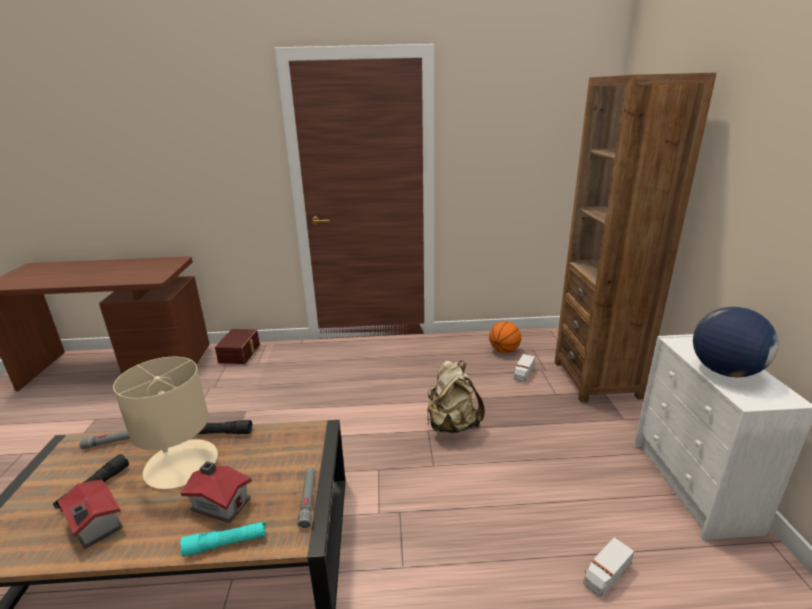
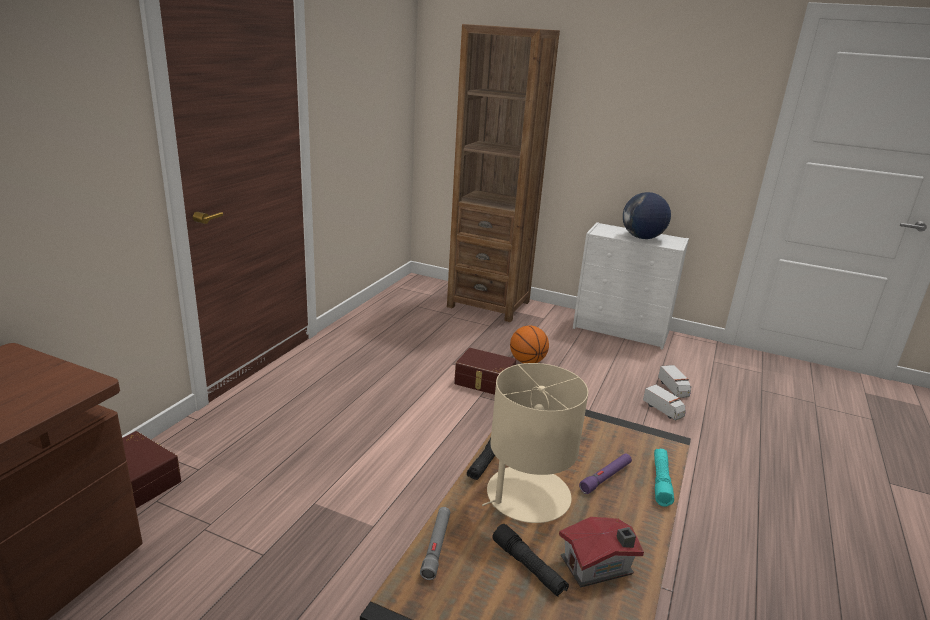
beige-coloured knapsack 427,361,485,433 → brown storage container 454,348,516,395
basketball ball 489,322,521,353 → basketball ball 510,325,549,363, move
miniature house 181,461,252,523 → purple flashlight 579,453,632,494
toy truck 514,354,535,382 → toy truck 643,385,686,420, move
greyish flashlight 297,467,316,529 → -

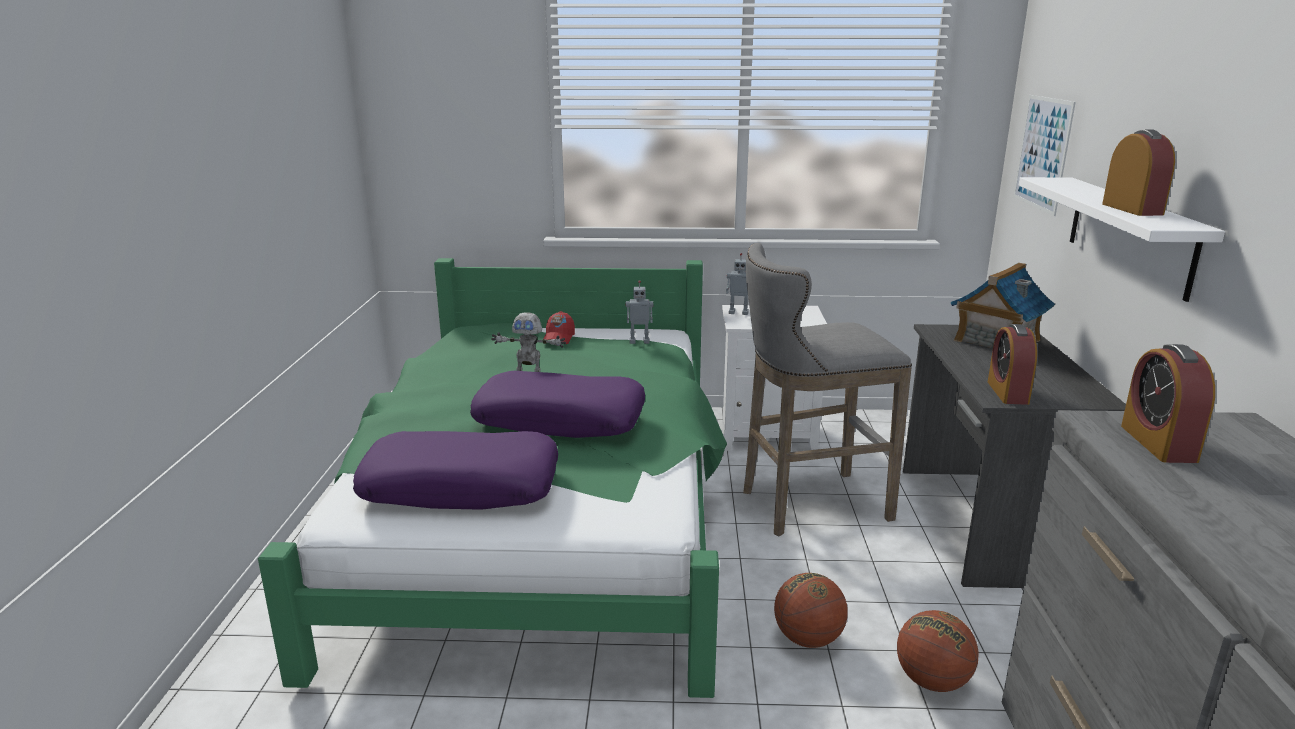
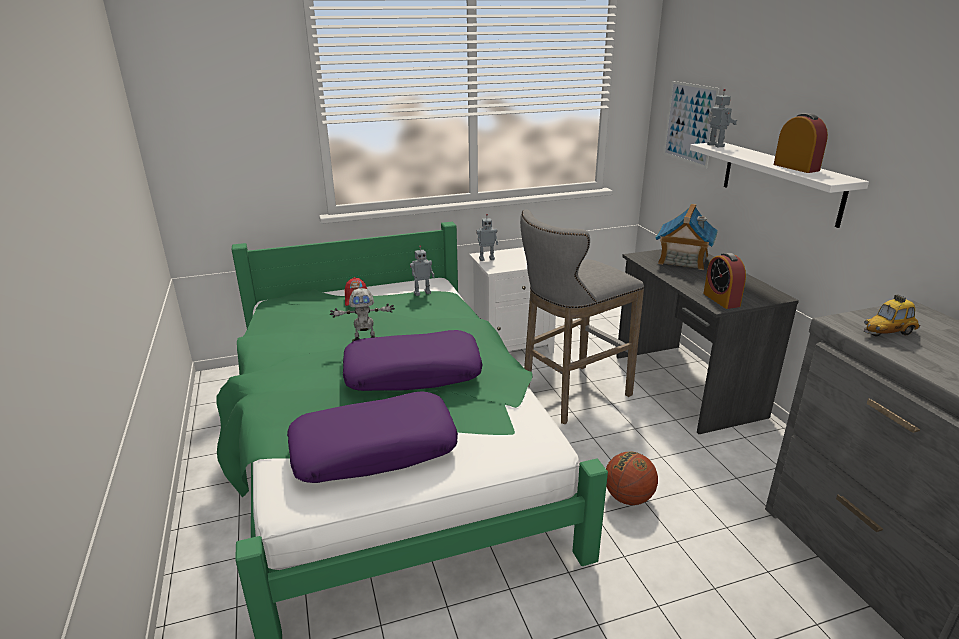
- → toy robot 707,89,737,147
table clock 1121,344,1215,463 → toy car 864,294,921,337
basketball ball 897,610,979,692 → -

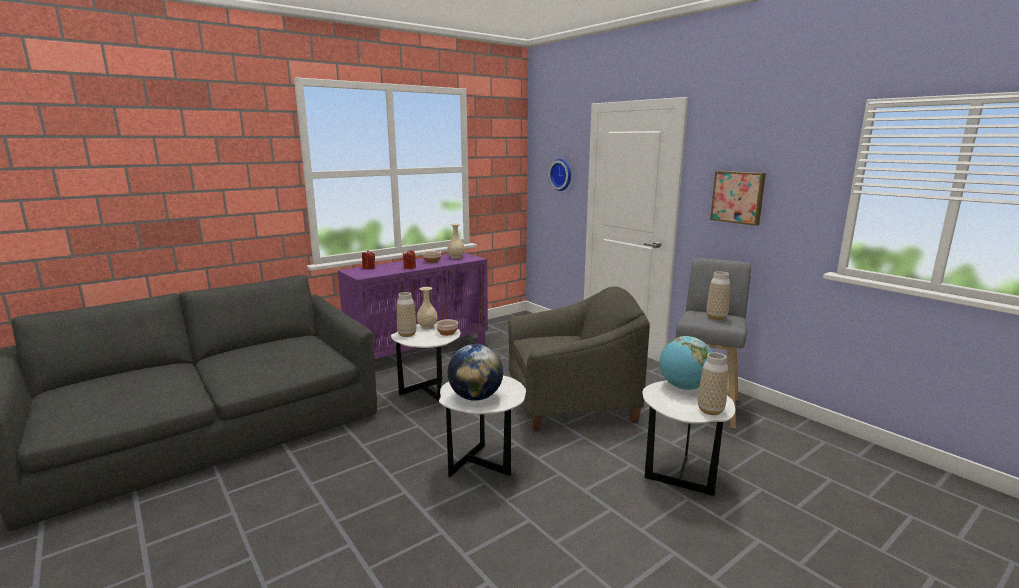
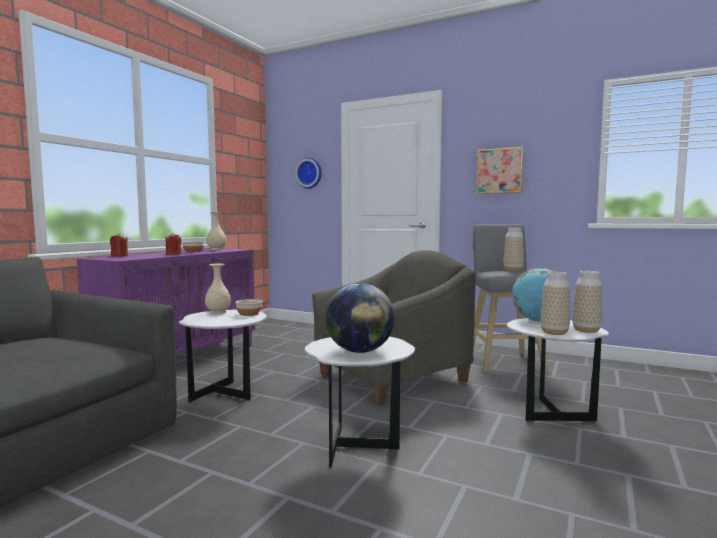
decorative vase 397,292,416,337 → decorative vase 541,272,570,335, move

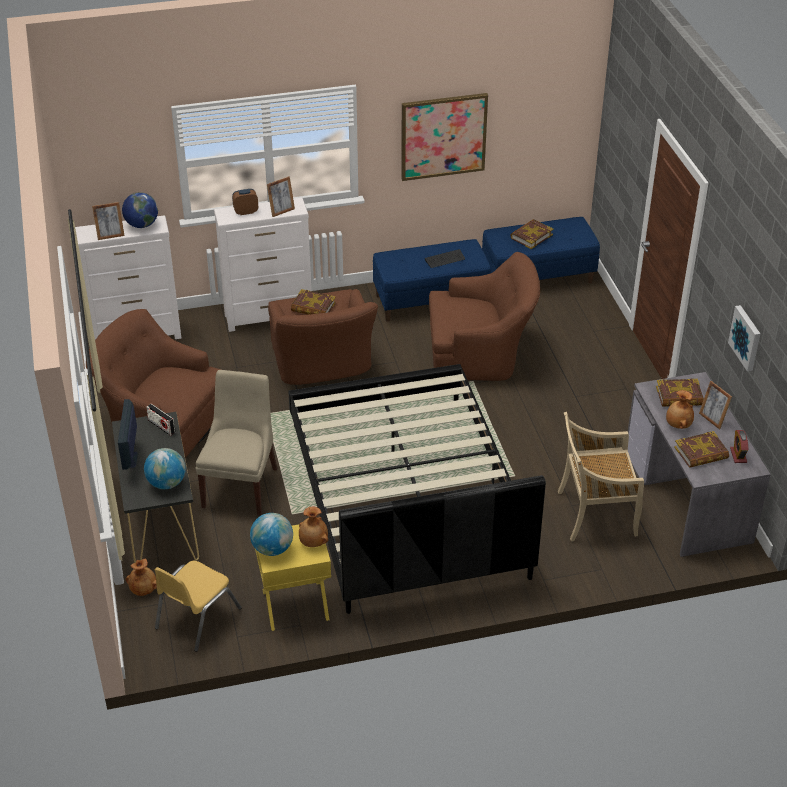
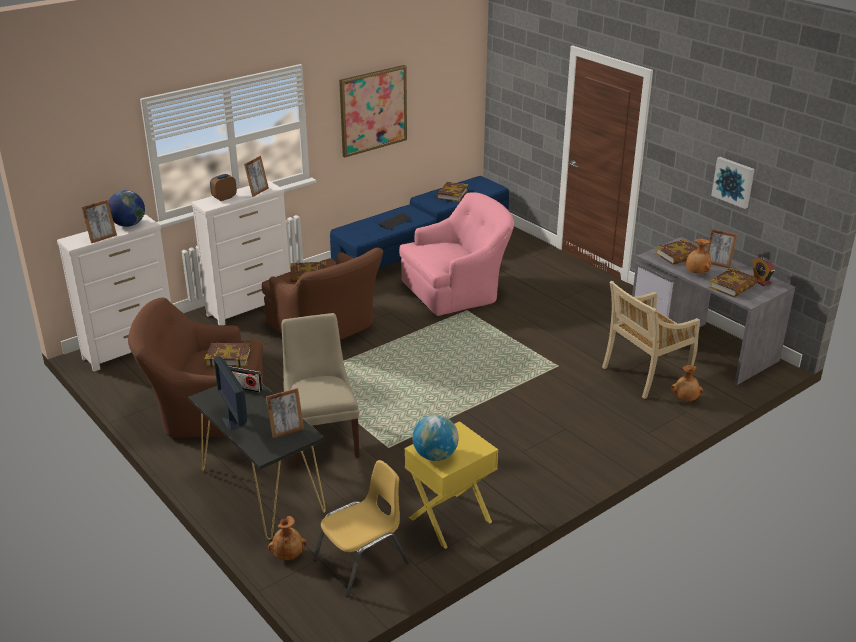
- → book 204,342,252,367
desk globe 144,448,186,489 → standing frame 266,388,304,438
yellow plain chair 155,561,242,652 → yellow plain chair 313,460,409,597, 135 degrees counterclockwise
brown easy chair 429,252,540,381 → pink easy chair 399,192,514,316
brown decorative vase 299,507,328,547 → brown decorative vase 671,365,703,401, move
black bedroom bed 288,364,546,614 → -

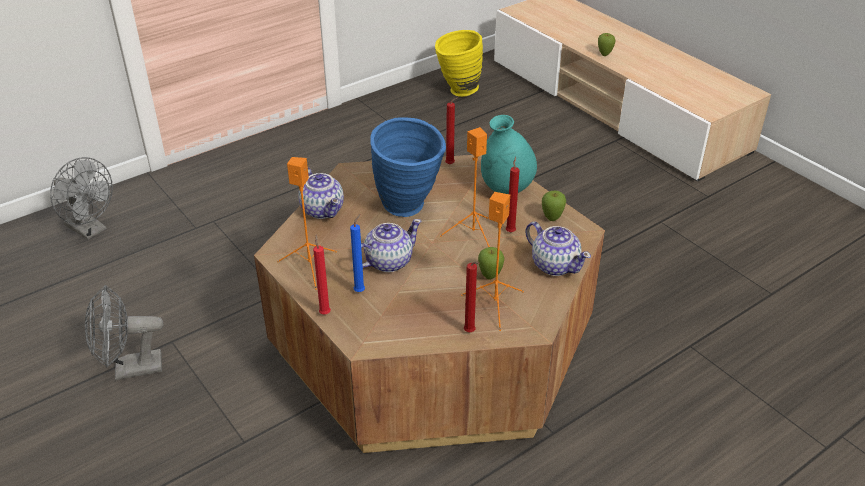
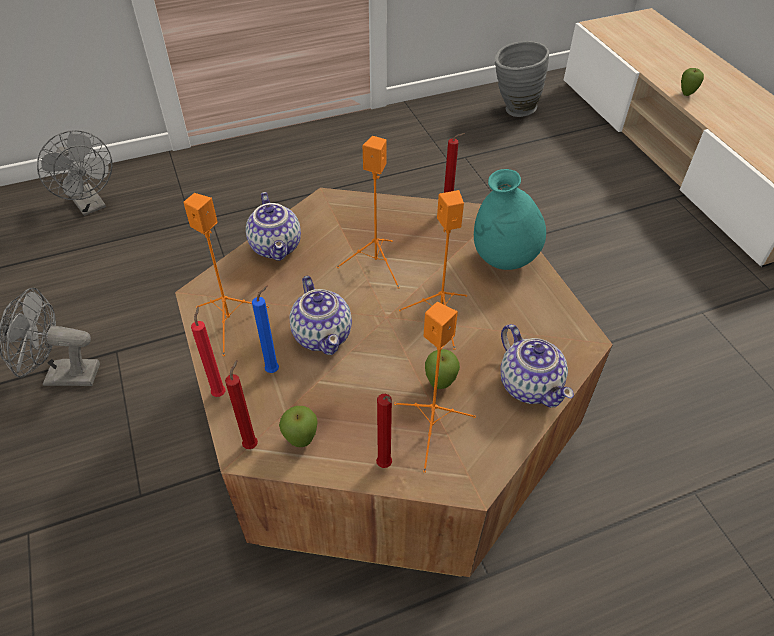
red candle 506,157,519,232 → red candle 225,360,258,449, move
apple fruit 542,191,566,221 → apple fruit 279,406,318,447, move
teapot 361,219,422,272 → teapot 289,276,352,355, 90 degrees clockwise
blue-coloured decorative vase 370,117,446,217 → orange-coloured audio speaker 337,136,400,289
yellow decorative vase 435,30,483,97 → greyish decorative vase 495,41,549,117

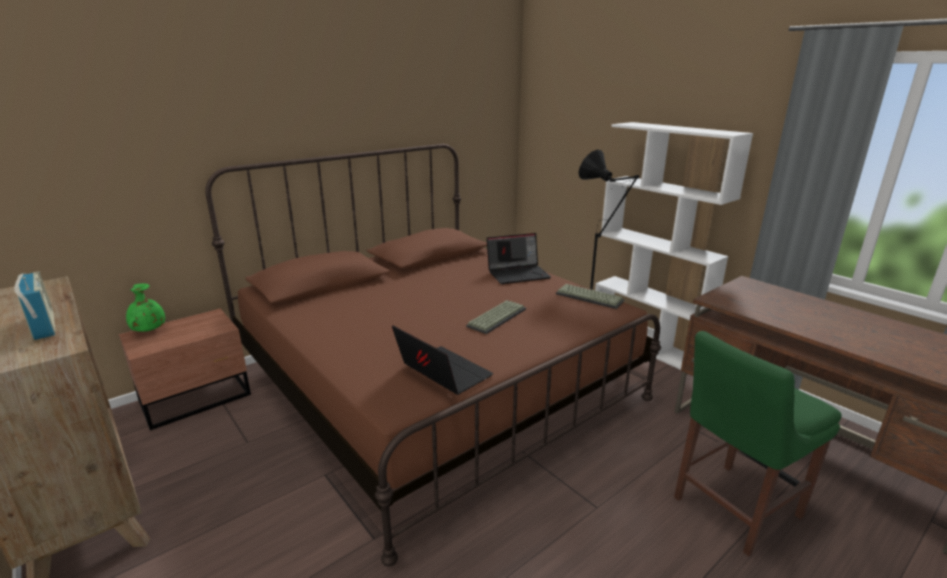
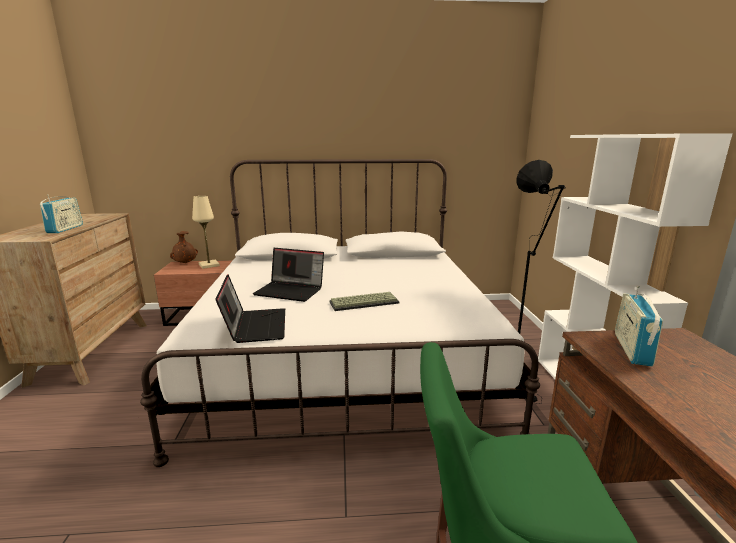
brown bedroom bed 205,144,661,566 → white-coloured bedroom bed 140,159,540,467
green decorative vase 126,284,165,332 → brown decorative vase 170,231,198,263
- → beige-coloured tabletop lamp 192,196,220,269
notebook computer 486,233,551,284 → notebook computer 253,248,324,302, move
- → radio 615,286,663,367
keyboard 556,284,625,309 → -

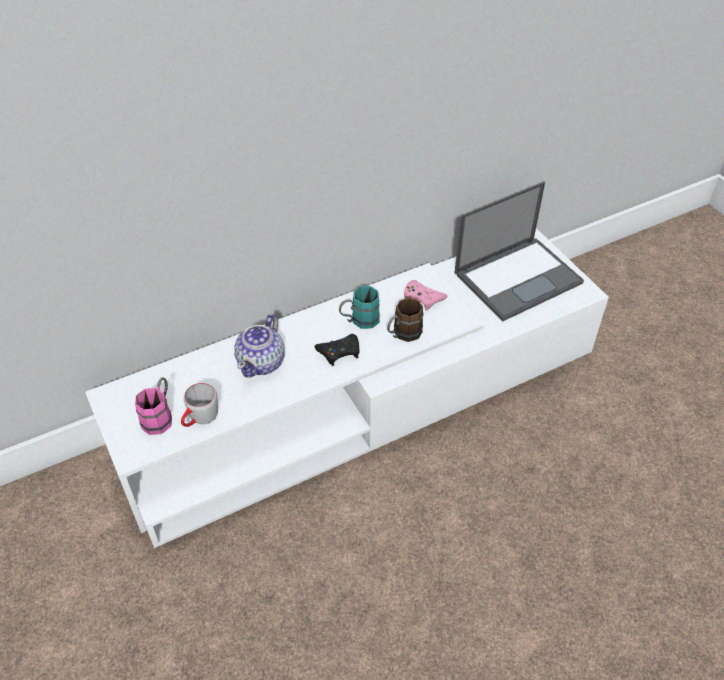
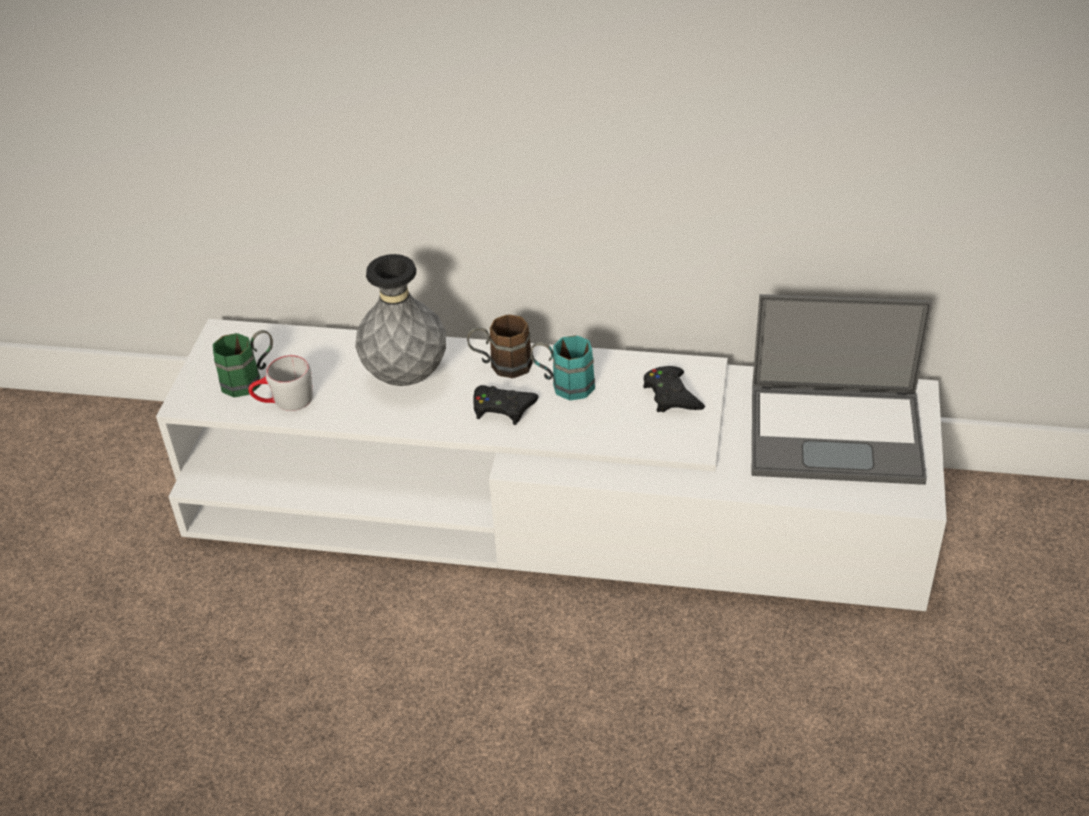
pink coffee mug 135,377,172,435 → green coffee mug 213,330,273,397
teapot 234,314,285,378 → greyish decorative vase 355,254,446,386
brown coffee mug 387,298,424,342 → brown coffee mug 467,314,533,378, move
pink game controller 404,280,448,311 → black game controller 643,366,705,412

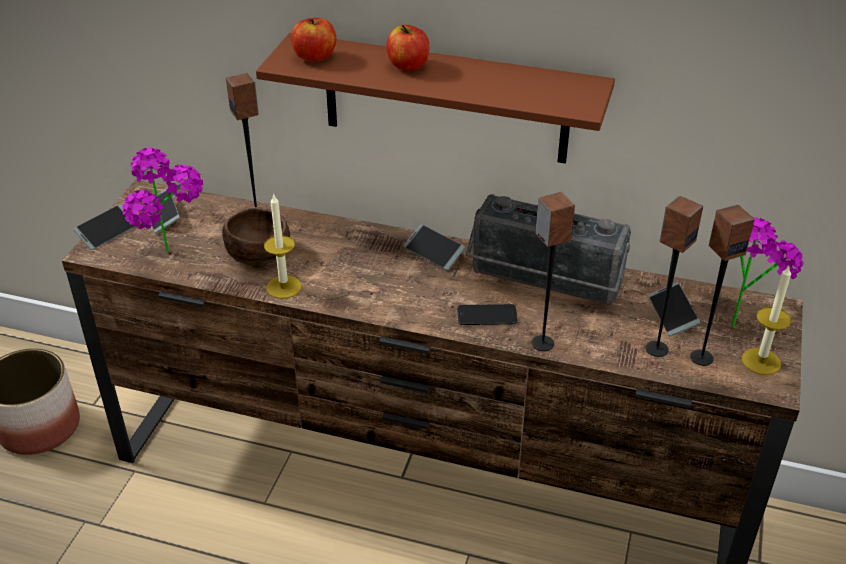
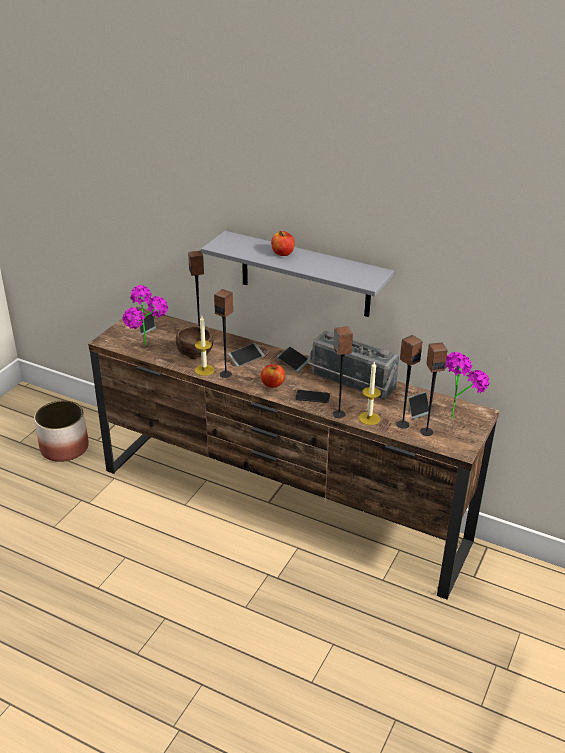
brown bracket shelf 256,33,615,164 → greyish bracket shelf 201,231,394,317
- → audio speaker 214,289,233,378
handset 74,204,136,250 → handset 228,343,264,367, move
apple fruit 291,18,336,62 → apple fruit 261,364,285,388, move
candle 742,266,791,375 → candle 359,362,381,425, move

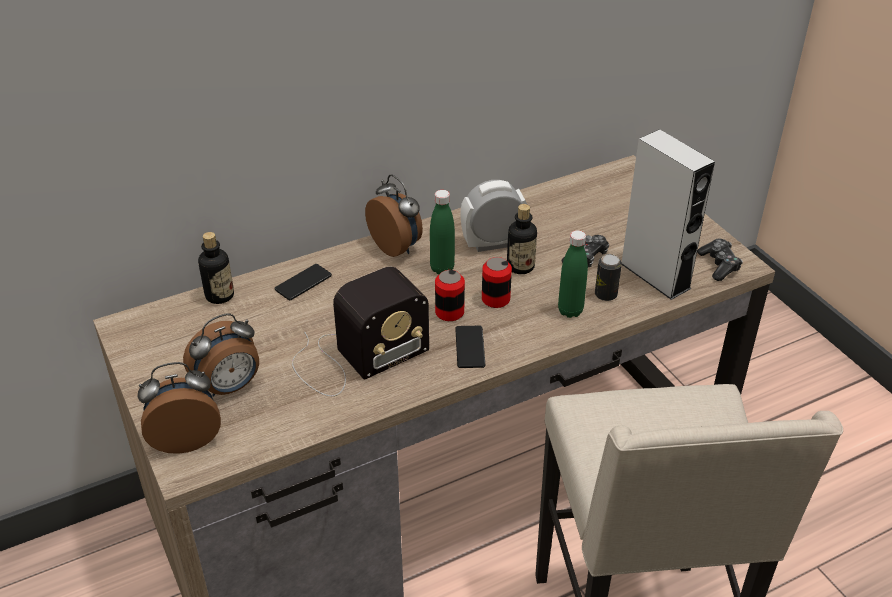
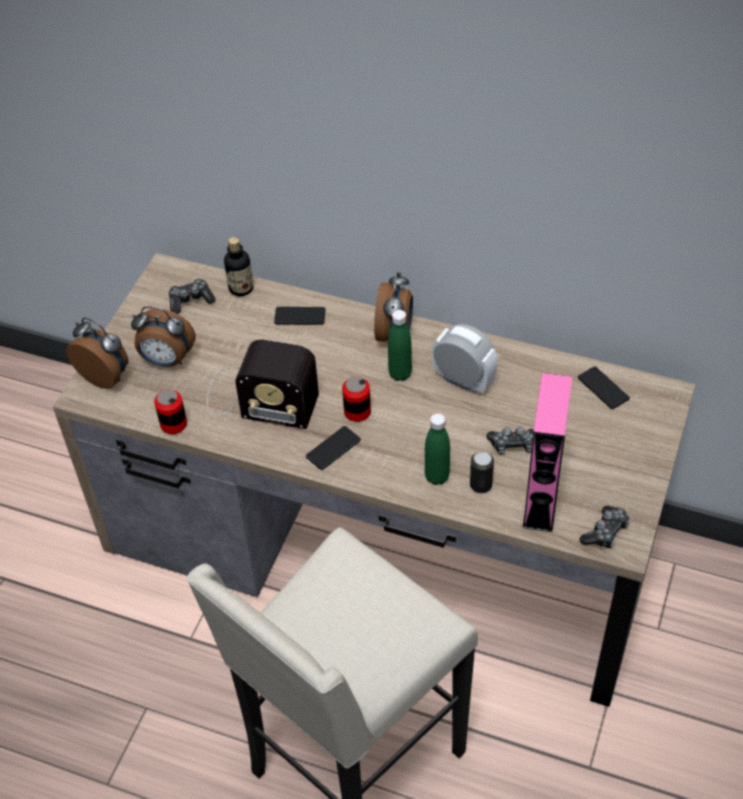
can 482,257,512,308 → can 154,389,187,434, move
- → game controller 169,279,216,314
greyish audio speaker 622,129,715,300 → pink audio speaker 522,373,572,532
- → handset 578,366,630,409
bottle 507,204,537,274 → -

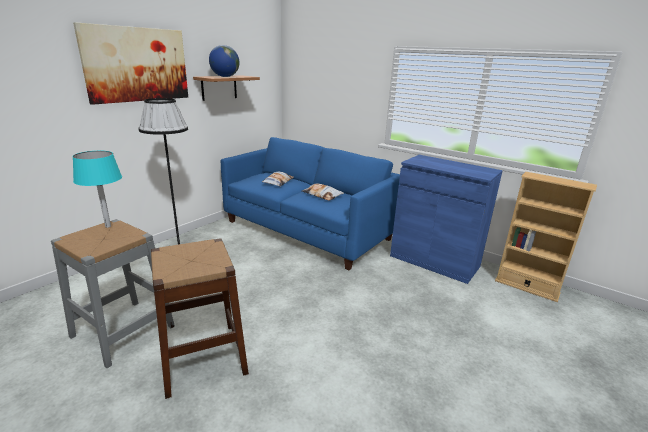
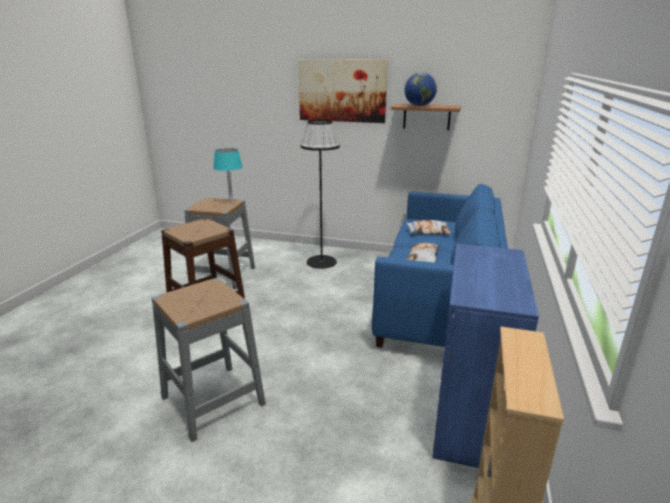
- → greyish sitting stool 152,278,266,442

